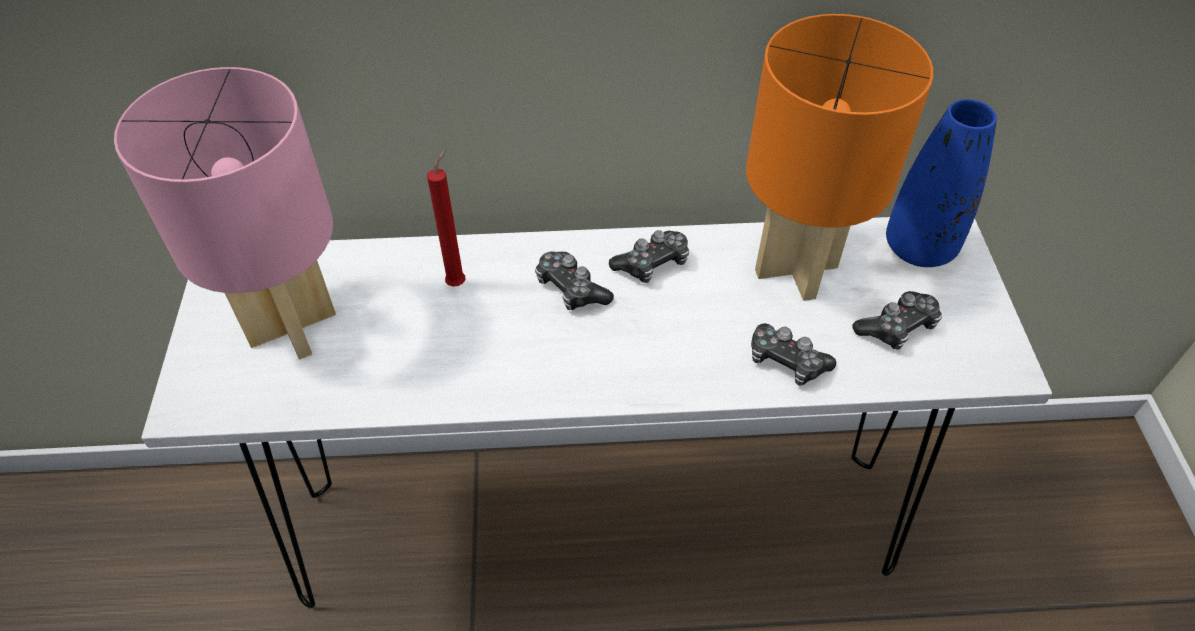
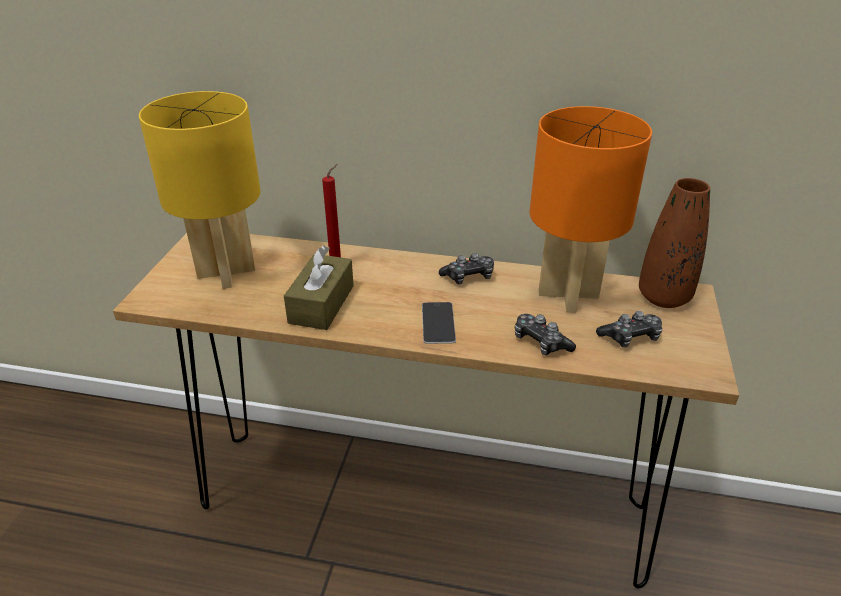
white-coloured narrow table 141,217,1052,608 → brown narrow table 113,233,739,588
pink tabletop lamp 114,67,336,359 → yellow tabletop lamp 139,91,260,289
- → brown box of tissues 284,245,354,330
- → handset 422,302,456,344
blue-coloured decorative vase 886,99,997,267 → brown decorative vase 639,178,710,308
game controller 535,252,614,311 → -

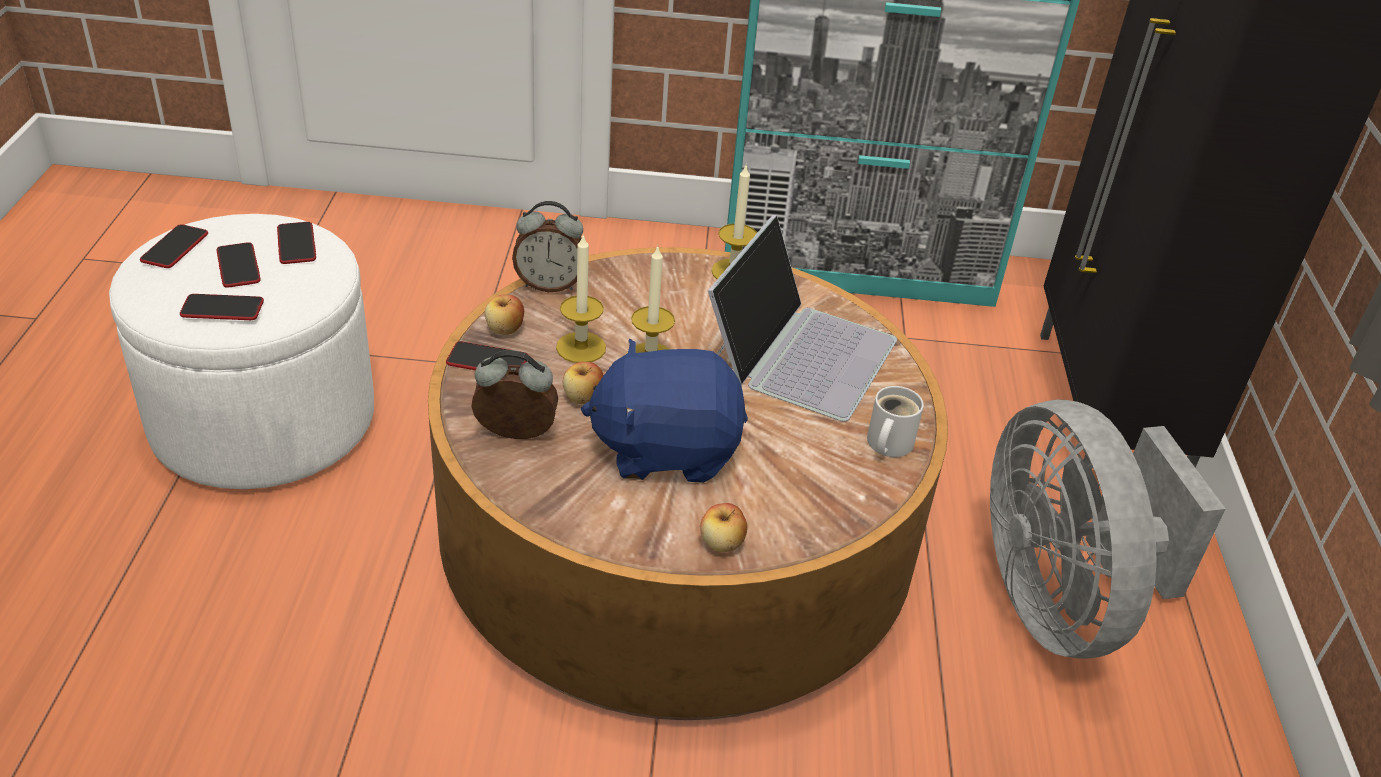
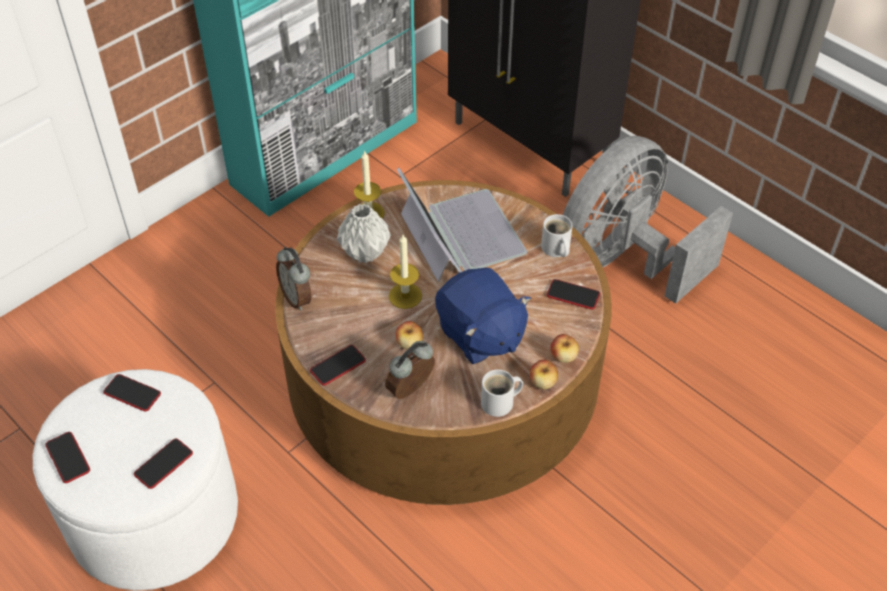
table clock 512,201,583,292 → table clock 276,247,312,311, 105 degrees clockwise
- → greyish decorative vase 337,204,391,263
blue-coloured cuddly toy 581,339,748,483 → blue-coloured cuddly toy 435,268,531,364, 75 degrees counterclockwise
- → white-coloured coffee mug 481,369,523,417
apple fruit 485,295,524,335 → apple fruit 530,360,558,390, move
handset 216,242,261,288 → handset 547,279,600,309, move
greyish electric fan 990,399,1226,659 → greyish electric fan 563,136,733,304, 105 degrees clockwise
candle 556,233,606,363 → -

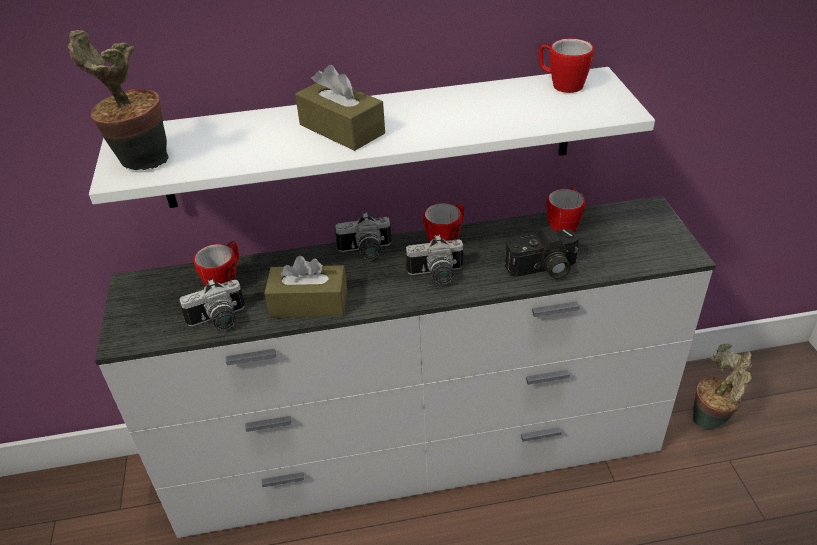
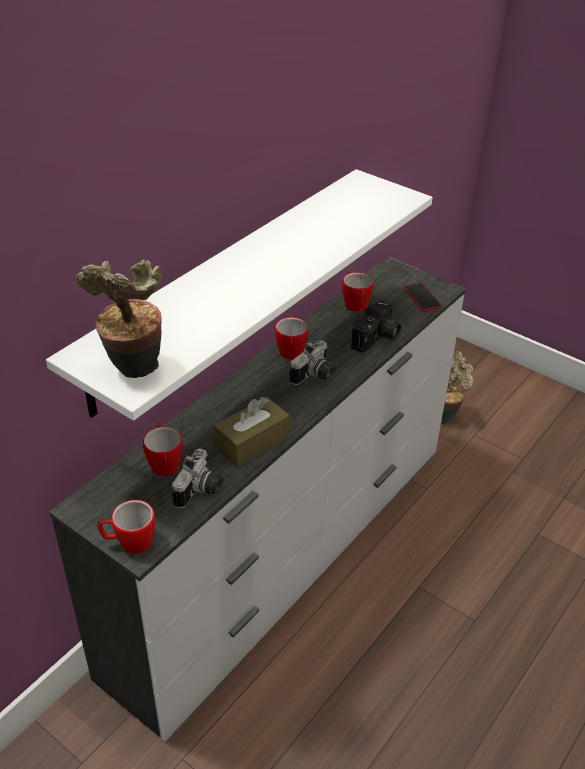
coffee mug 538,38,594,93 → coffee mug 97,500,155,554, move
- → handset 404,283,442,312
brown box of tissues 295,65,385,151 → -
still camera 335,212,392,260 → -

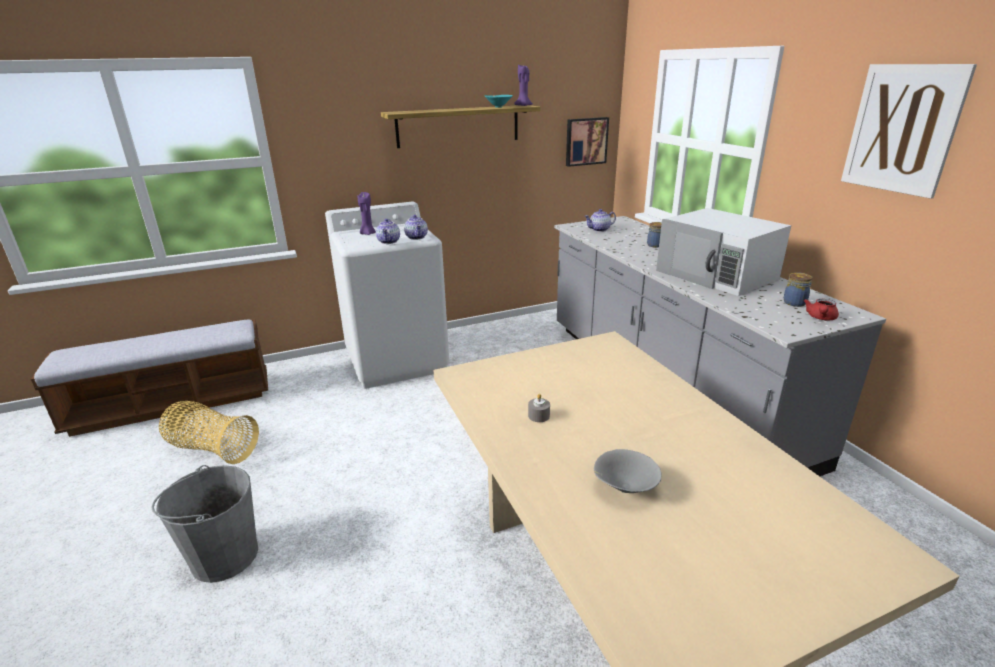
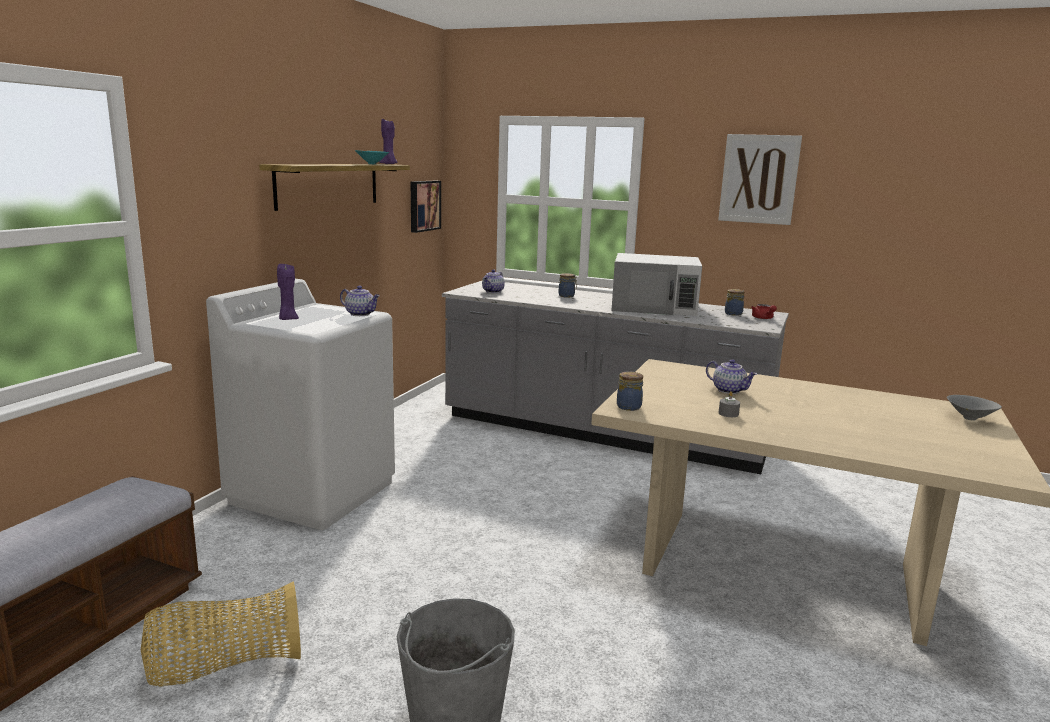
- → preserve jar 617,372,643,411
teapot 376,219,400,244 → teapot 706,359,757,394, move
greyish serving bowl 594,449,662,493 → greyish serving bowl 947,395,1002,421, move

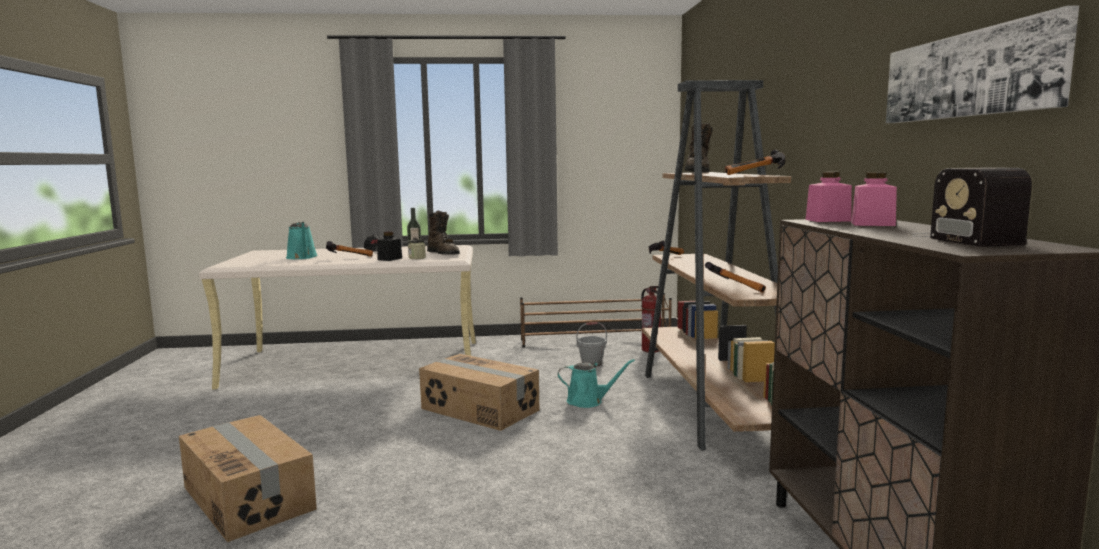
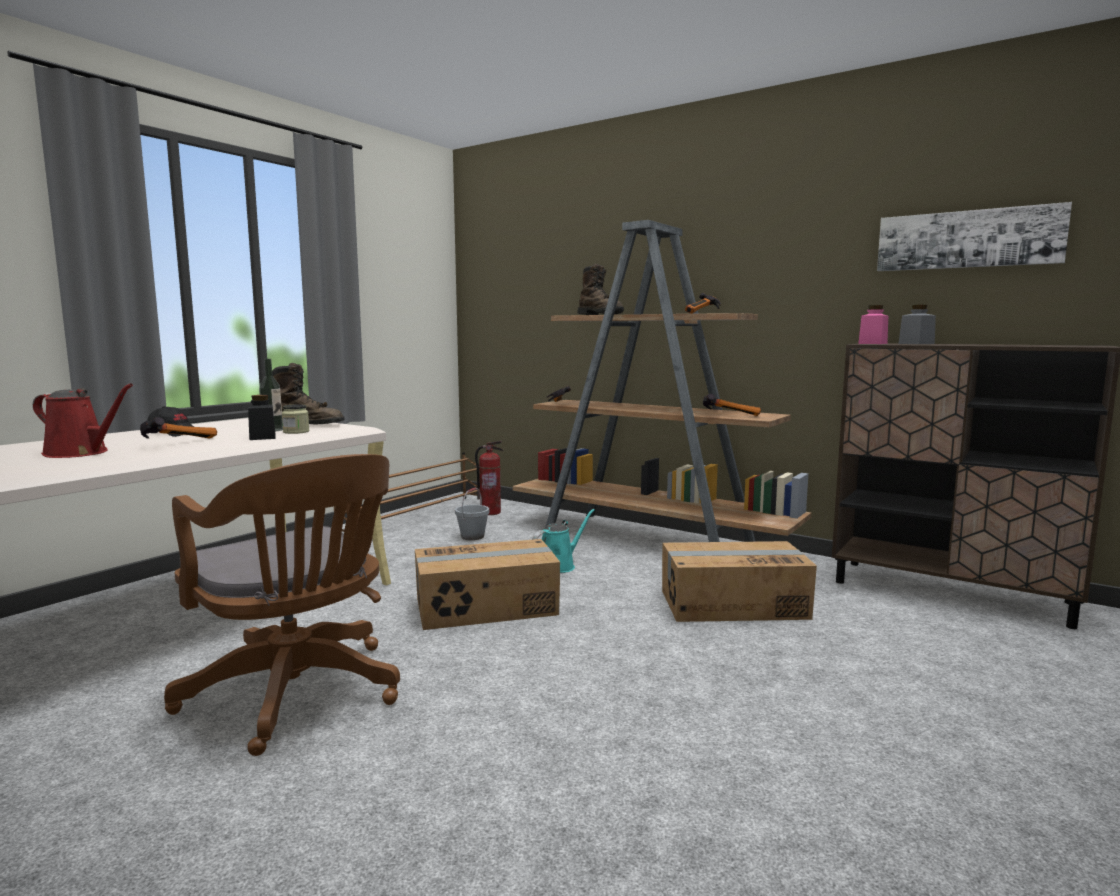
turquoise-coloured watering pot 286,222,318,259 → red watering pot 33,383,133,458
- → brown office chair 164,454,400,756
carton 179,415,317,542 → carton 662,541,817,622, move
pink preserve jar 851,172,897,226 → greyish preserve jar 898,305,936,344
radio 909,167,1032,247 → -

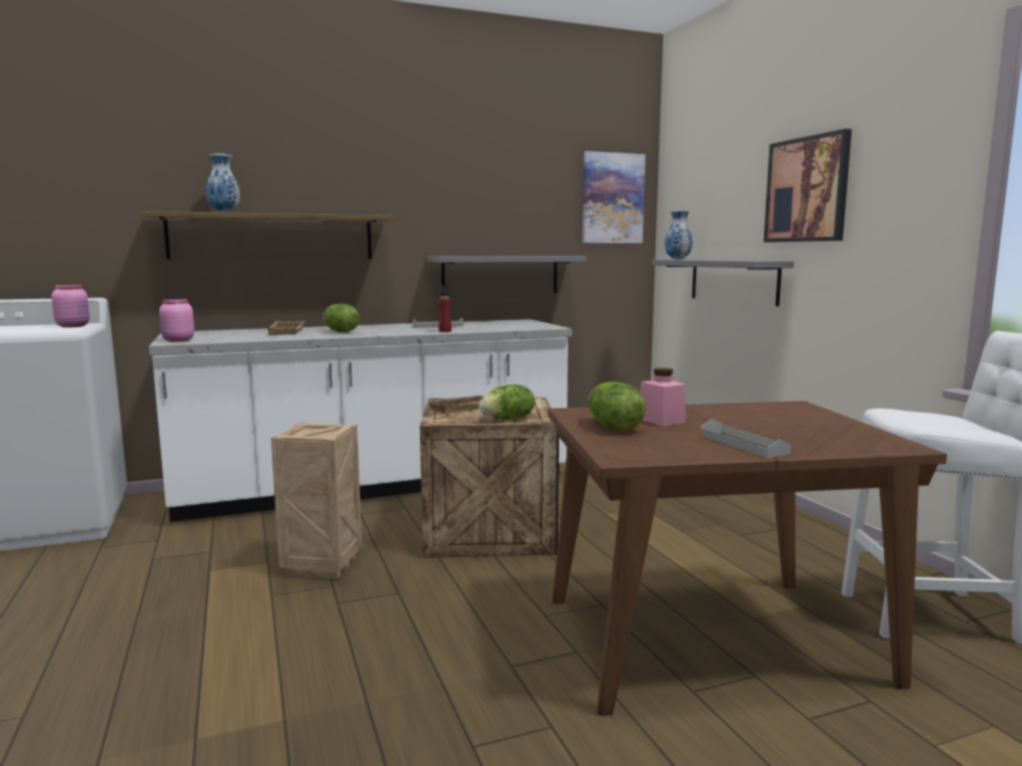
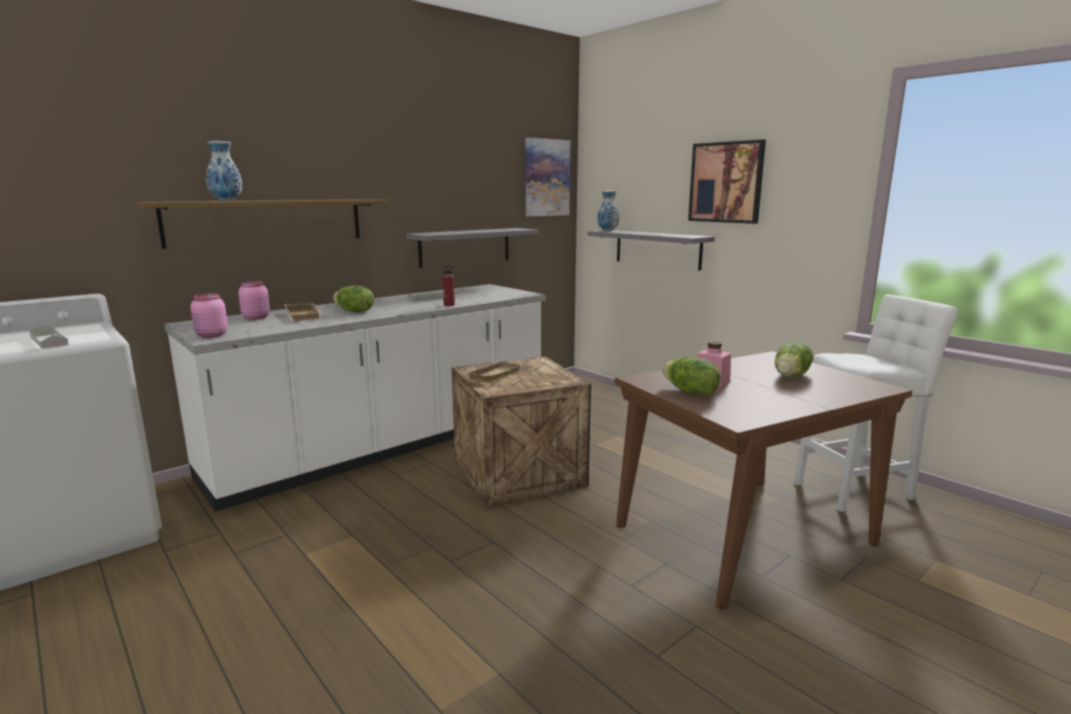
greyish tray 700,419,791,458 → greyish tray 29,325,69,349, move
pink preserve jar 51,284,90,327 → pink preserve jar 238,281,270,320, move
lettuce head 479,384,535,419 → lettuce head 775,342,814,377, move
crate 271,422,362,579 → -

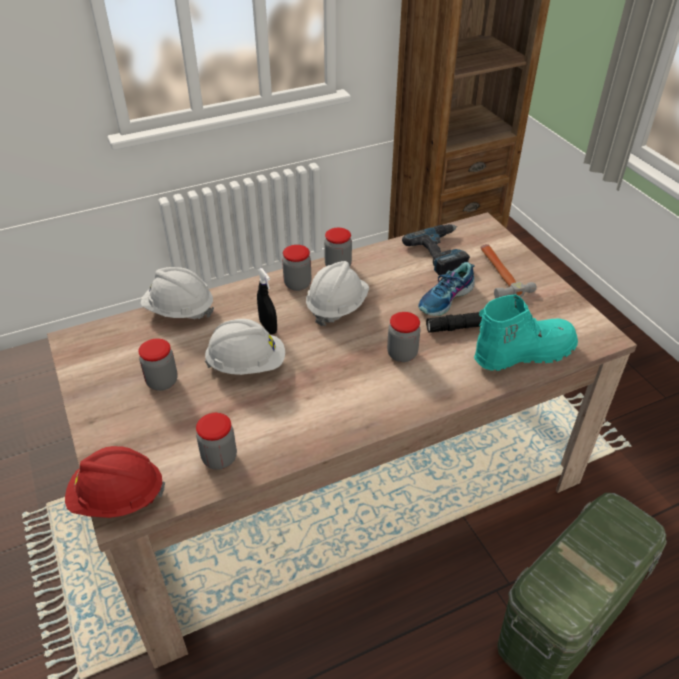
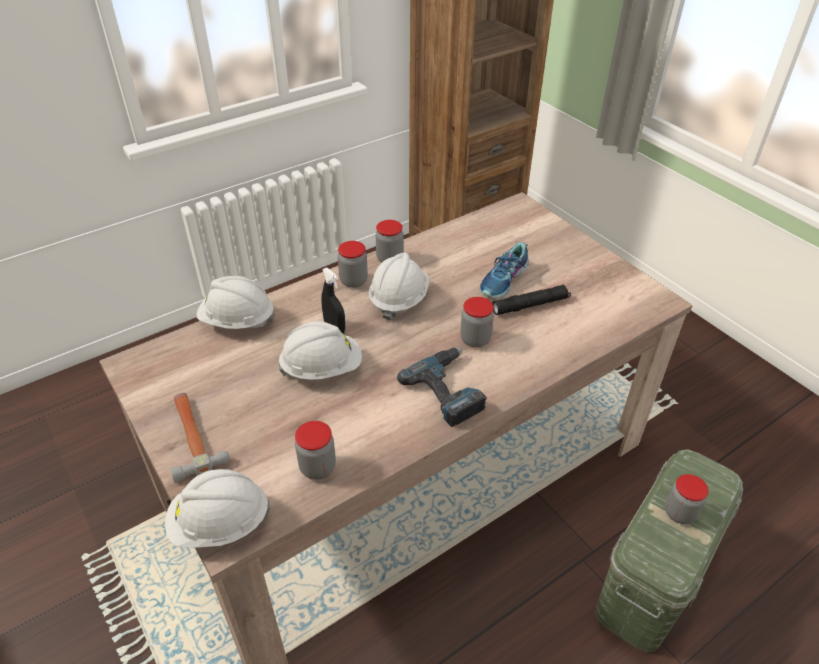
red safety helmet 65,446,165,518 → white-coloured safety helmet 165,469,270,548
hammer 480,244,537,299 → hammer 170,393,230,483, move
drill 402,224,470,276 → drill 397,347,487,427, move
preserve jar 139,338,178,391 → preserve jar 665,474,709,524, move
turquoise-coloured tall boot 474,294,578,371 → -

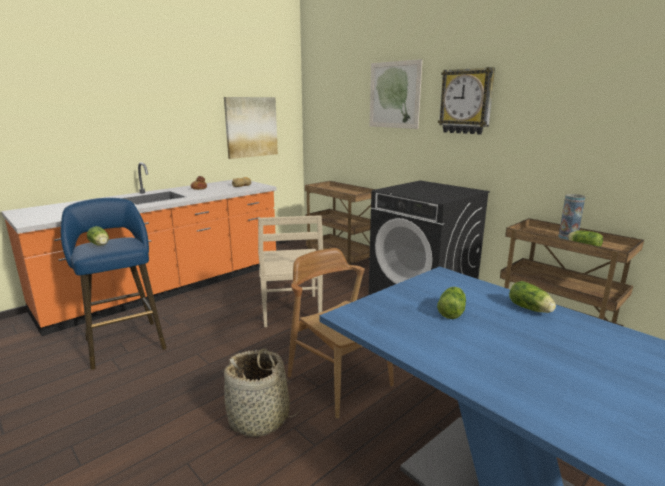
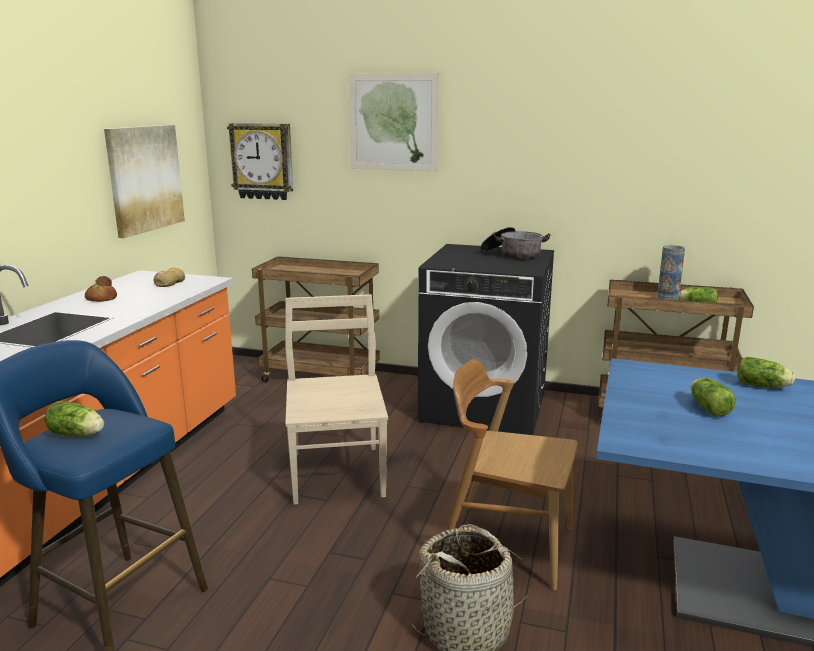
wall clock 438,67,495,135 → wall clock 227,123,293,200, move
beige-coloured plain chair 258,215,323,327 → beige-coloured plain chair 285,294,388,504, 150 degrees counterclockwise
- → cooking pot 480,227,550,260

